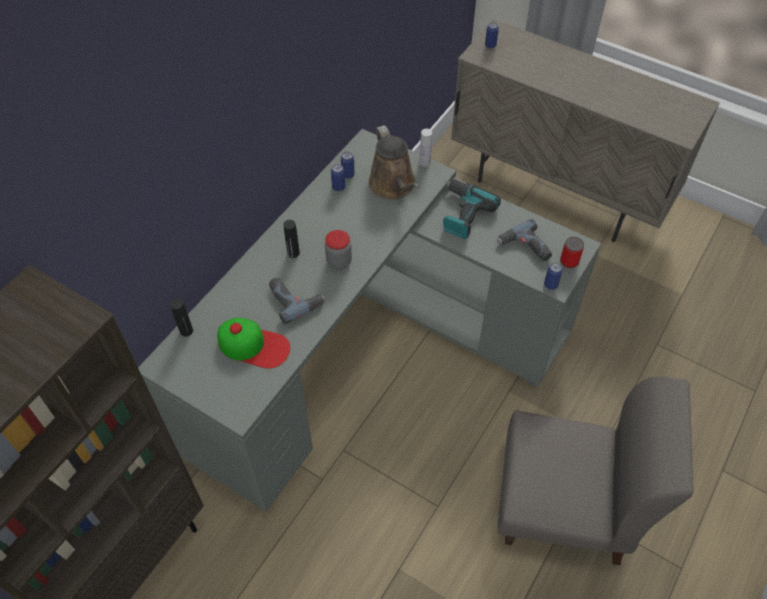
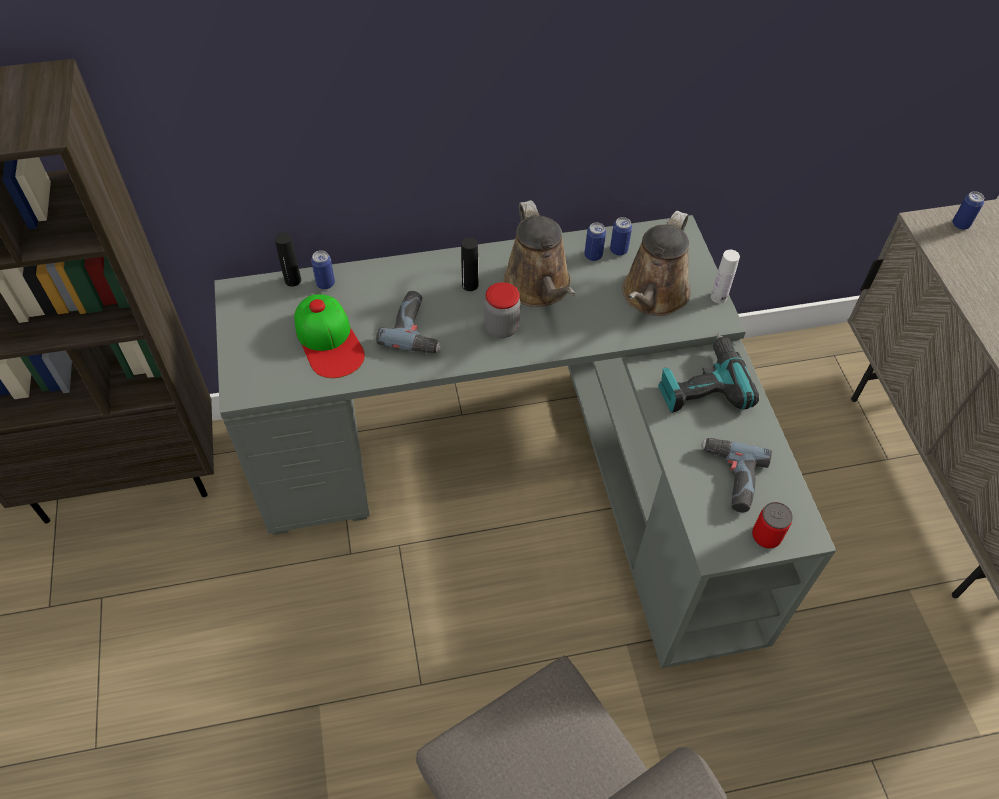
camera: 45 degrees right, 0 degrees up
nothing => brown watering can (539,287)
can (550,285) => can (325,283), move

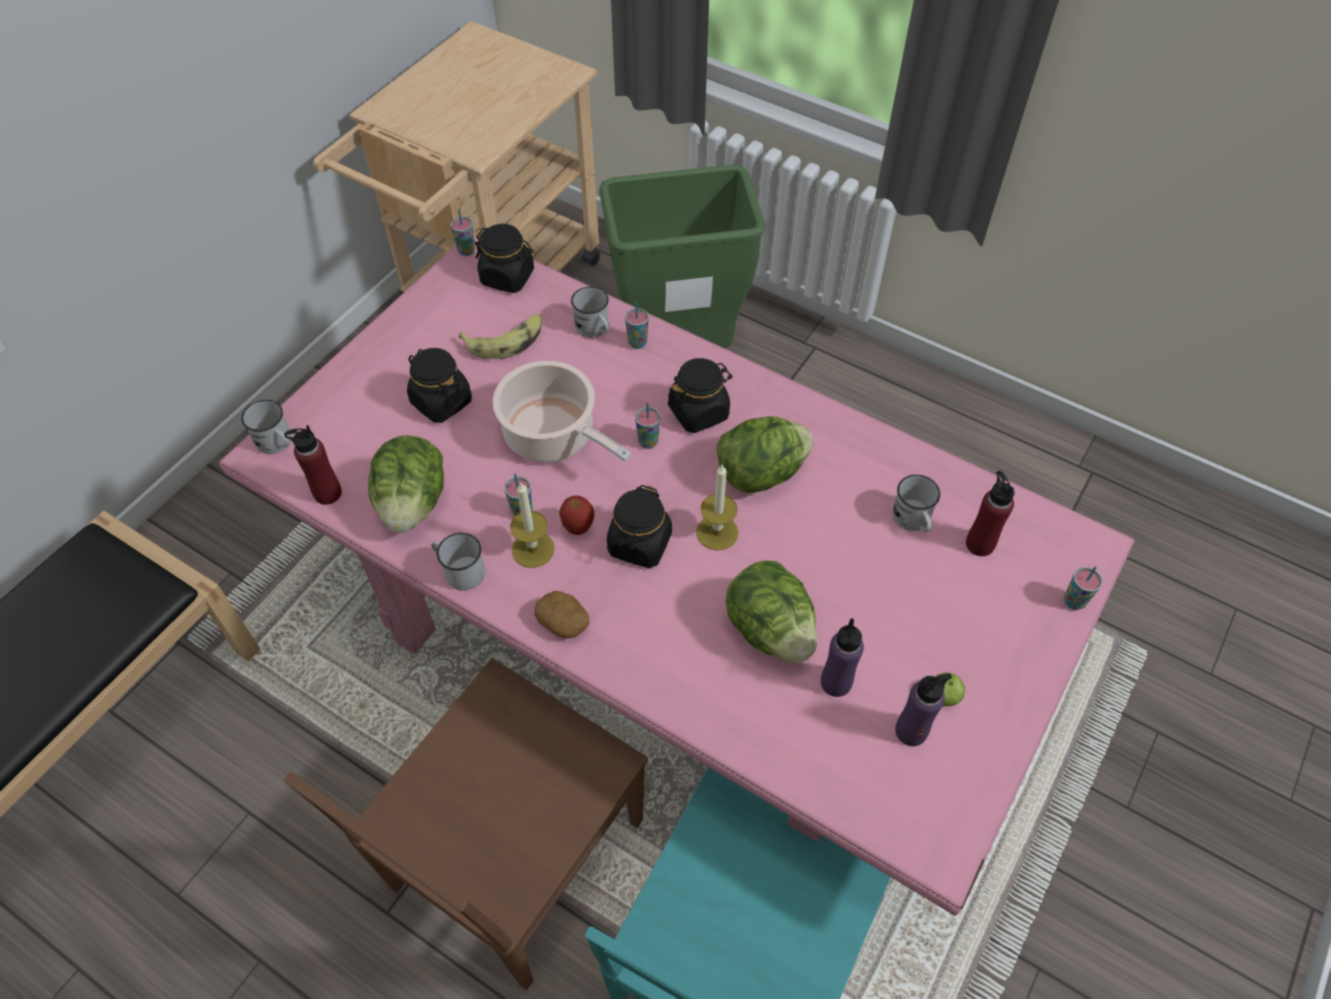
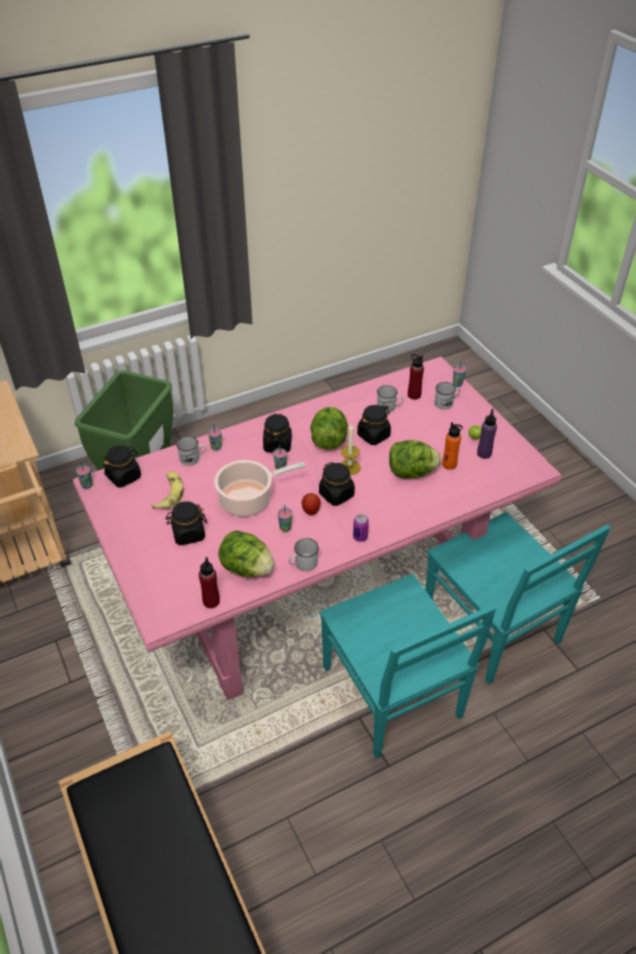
camera: 60 degrees left, 10 degrees down
candle (533,549) => nothing
nothing => black jar (373,435)
white mug (278,443) => white mug (446,403), move
potato (564,622) => can (360,537)
brown chair (513,859) => turquoise chair (393,695)
purple bottle (836,683) => orange bottle (449,464)

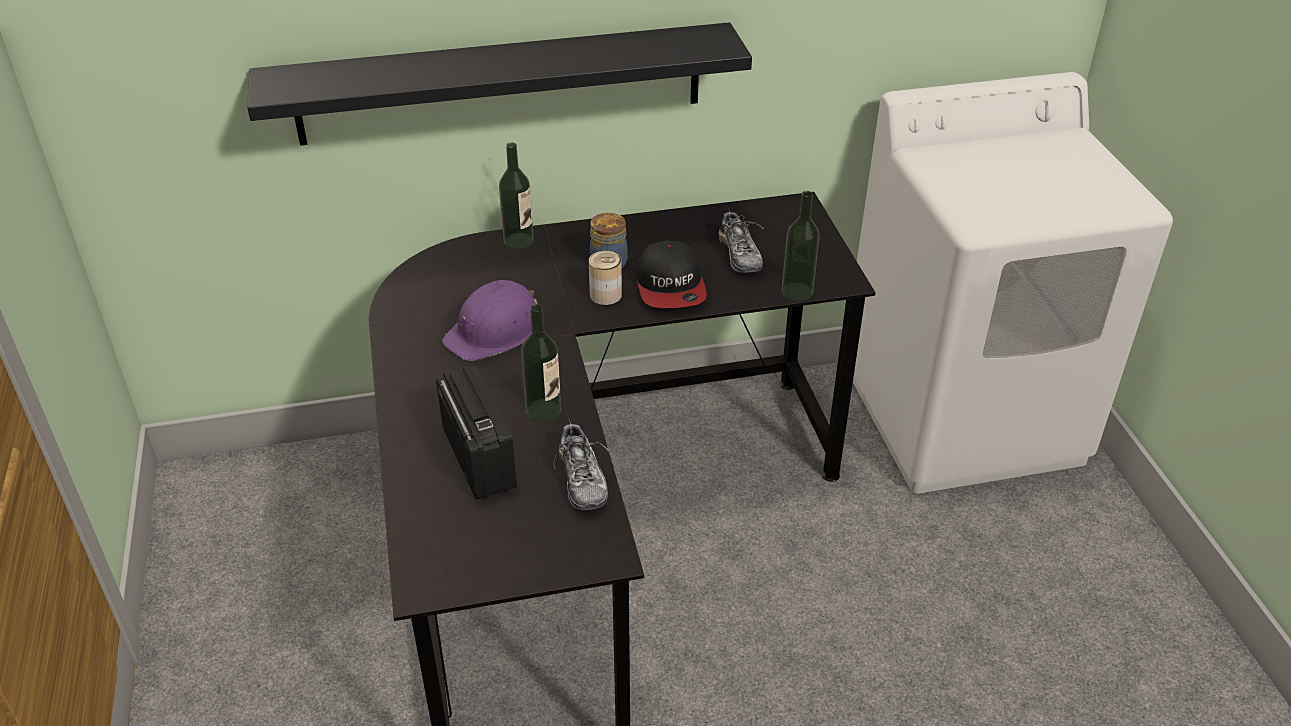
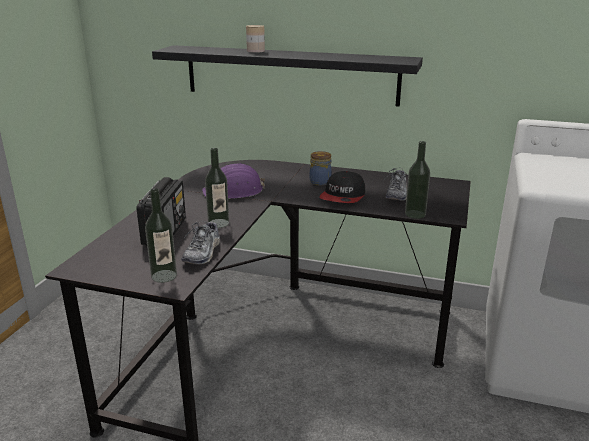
camera: 30 degrees right, 15 degrees down
bottle (518,241) => bottle (164,276), move
can (605,295) => can (255,51), move

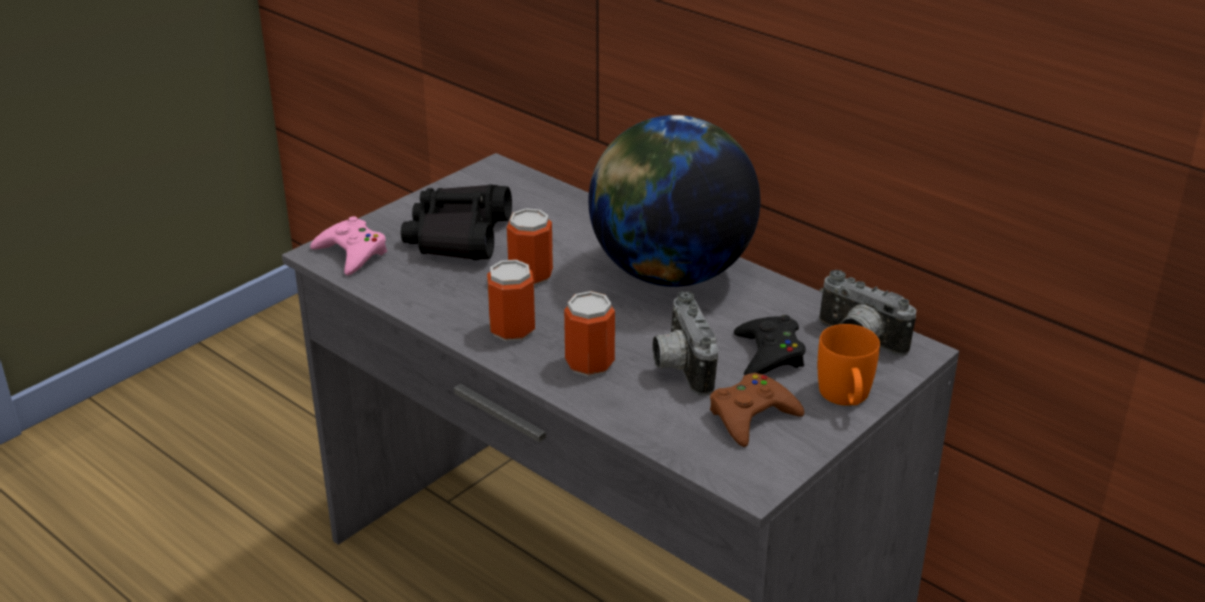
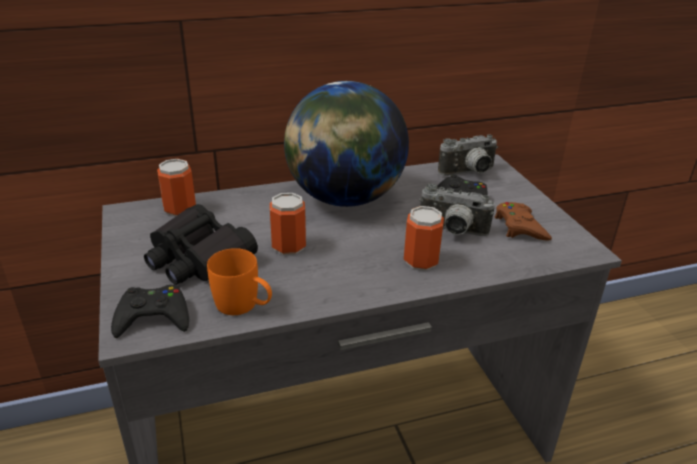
camera: 60 degrees left, 0 degrees up
can (512,330) => can (180,209), move
orange mug (846,398) => orange mug (244,306), move
pink game controller (352,253) => black game controller (153,317)

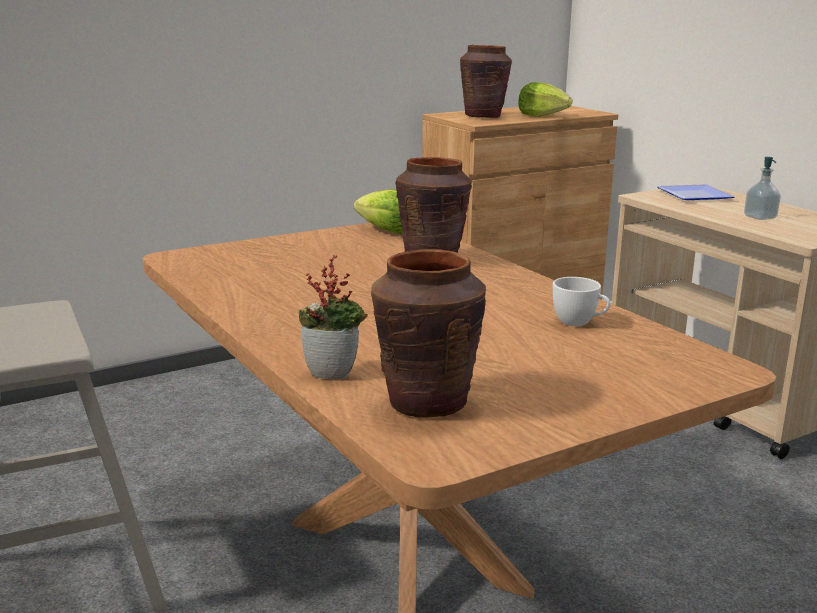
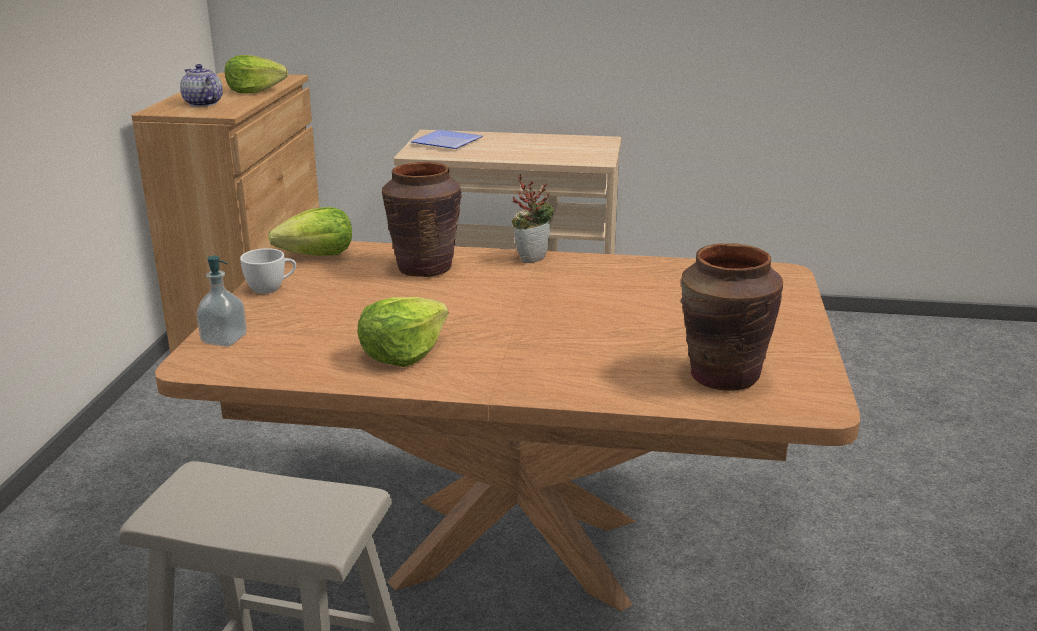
camera: 50 degrees left, 5 degrees up
nothing => lettuce (403,353)
potted plant (334,373) => potted plant (532,258), move
white cup (579,323) => white cup (271,288), move
soap dispenser (760,217) => soap dispenser (224,339), move
brown vase (483,116) => teapot (203,104)

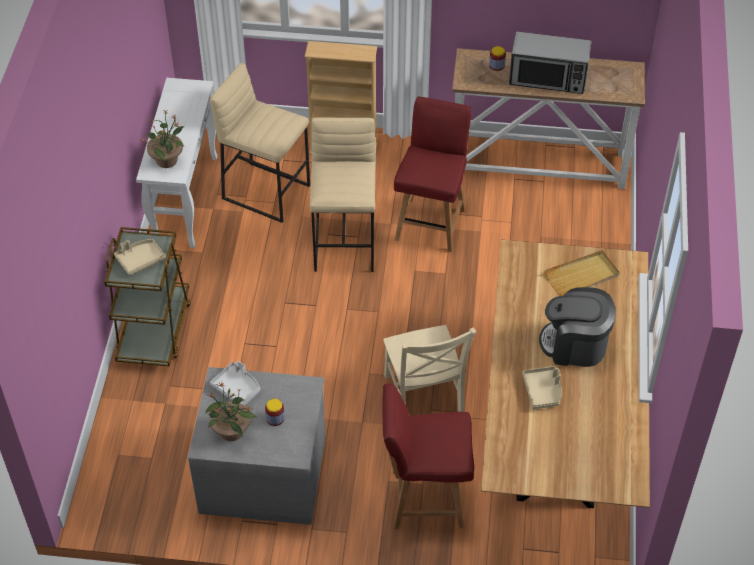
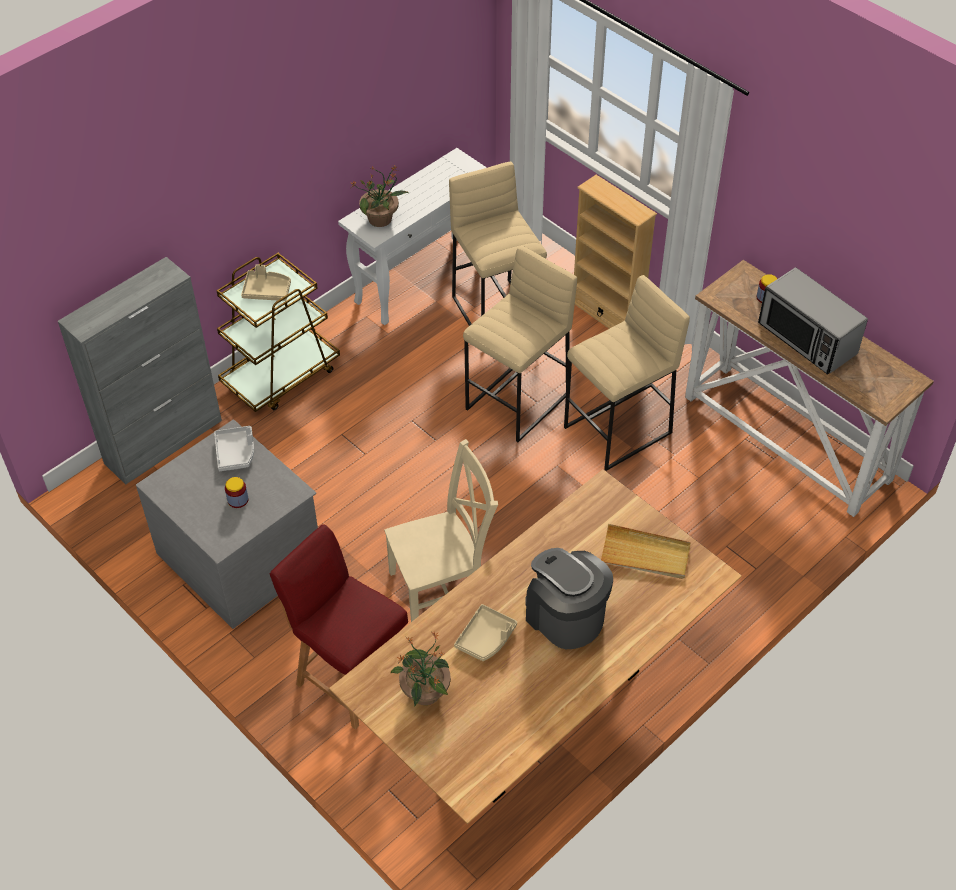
camera: 40 degrees right, 0 degrees up
nothing => grey cabinet (164,441)
potted plant (232,432) => potted plant (425,693), move
red chair (431,223) => beige stool (618,431)
beige chair (424,398) => beige chair (443,587), 135 degrees counterclockwise

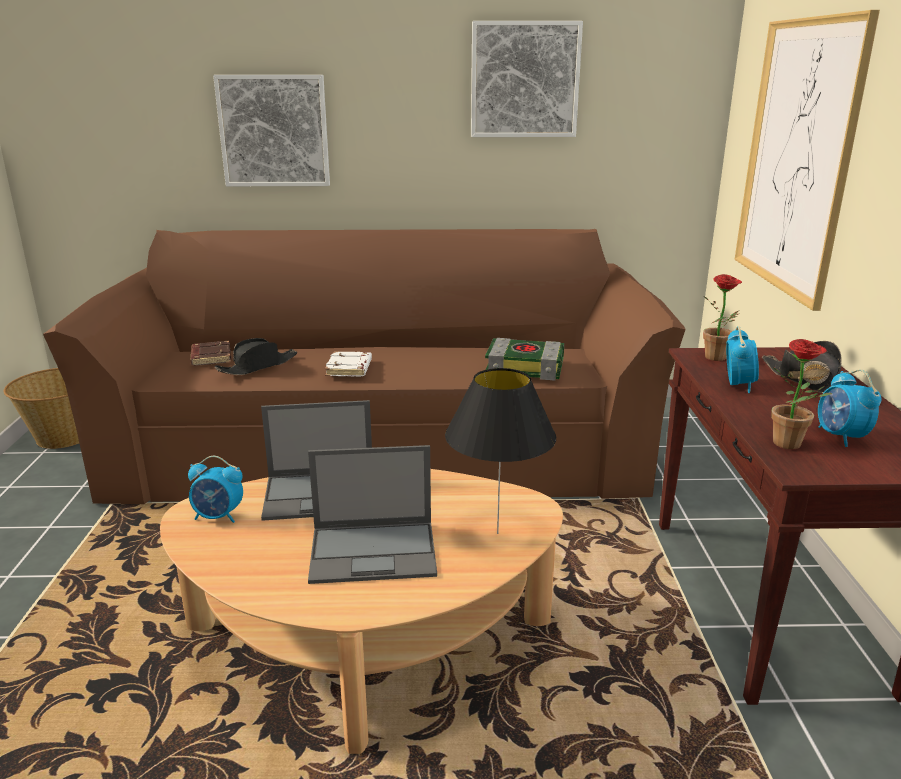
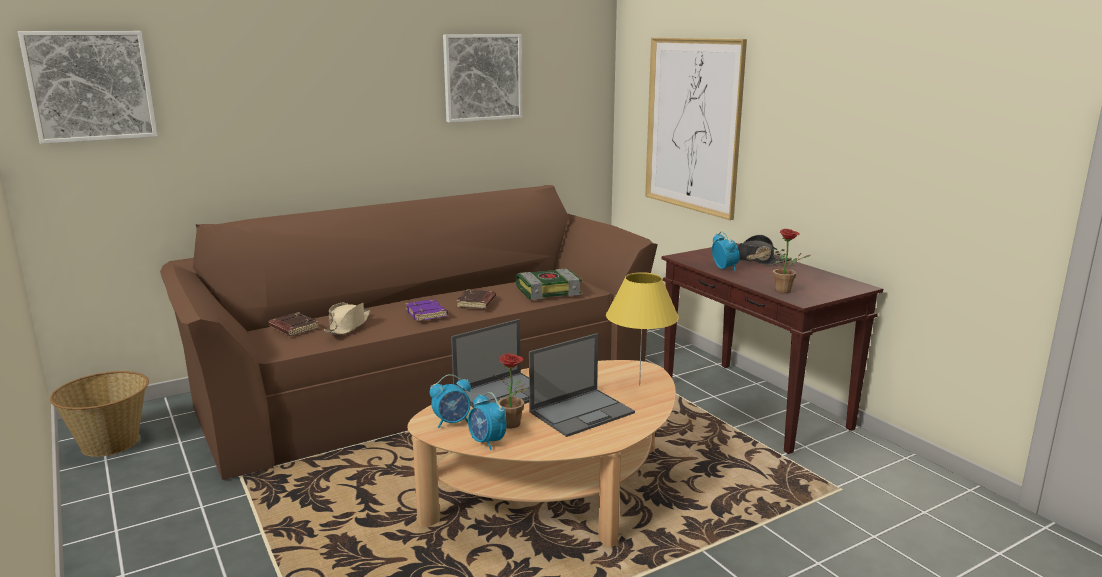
camera: 30 degrees left, 5 degrees down
nothing => brown book (477,303)
picture (274,131) => picture (90,86), move
potted plant (718,359) => potted plant (514,425), move
alarm clock (840,437) => alarm clock (487,442), move
black hat (258,366) => beige hat (348,326)
white book (349,369) => purple book (427,313)
black table lamp (497,533) => yellow table lamp (639,385)

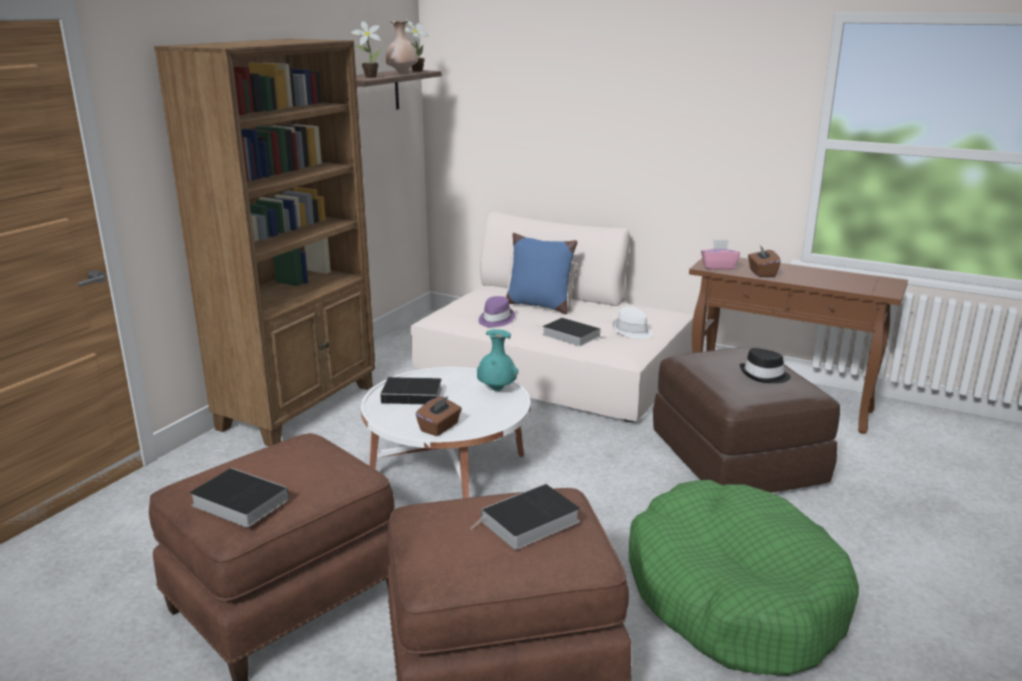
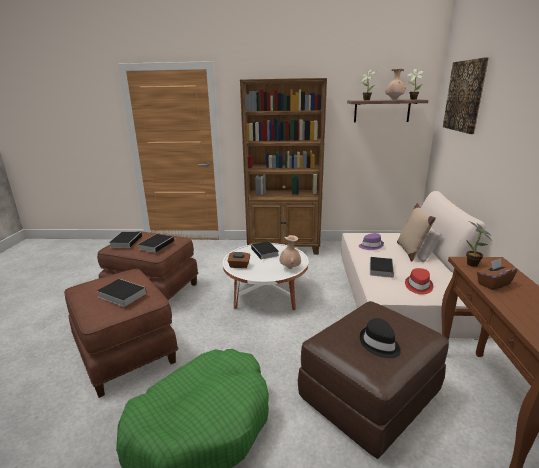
camera: 65 degrees right, 0 degrees up
nothing => book (157,244)
nothing => picture (465,96)
pink tissue box (718,267) => potted plant (473,265)
turquoise vase (497,390) => beige vase (290,268)
blue pillow (538,305) => beige pillow (410,251)
white hat (632,331) => red hat (418,286)

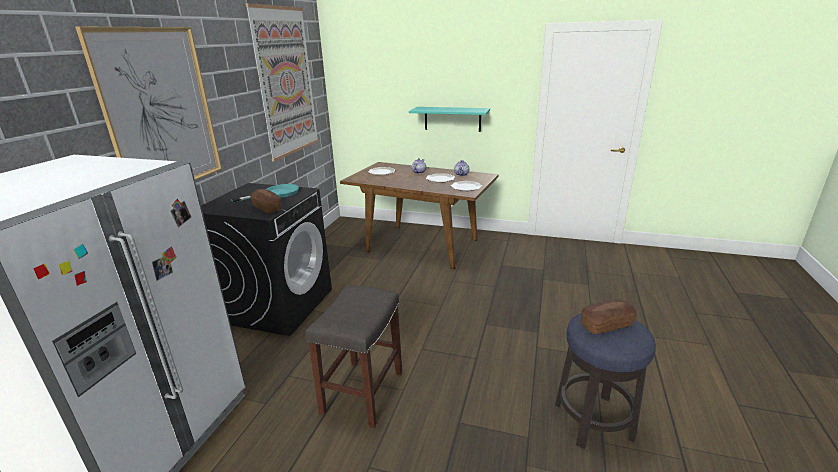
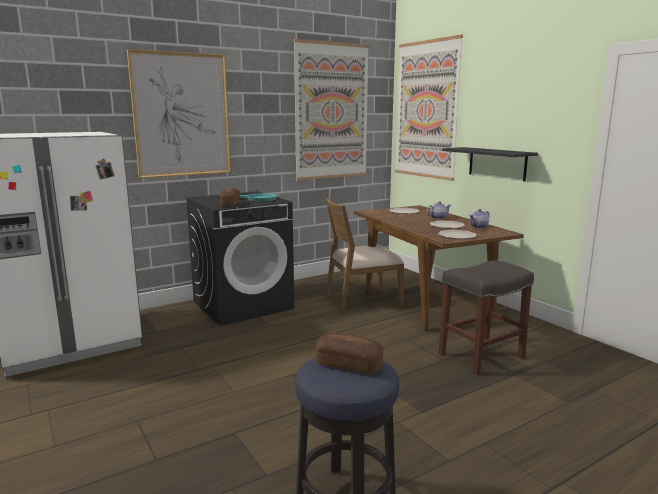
camera: 40 degrees right, 10 degrees down
nothing => brown chair (362,301)
nothing => picture (426,110)
grey stool (362,391) => grey stool (481,355), move
turquoise shelf (452,119) => black shelf (497,163)

